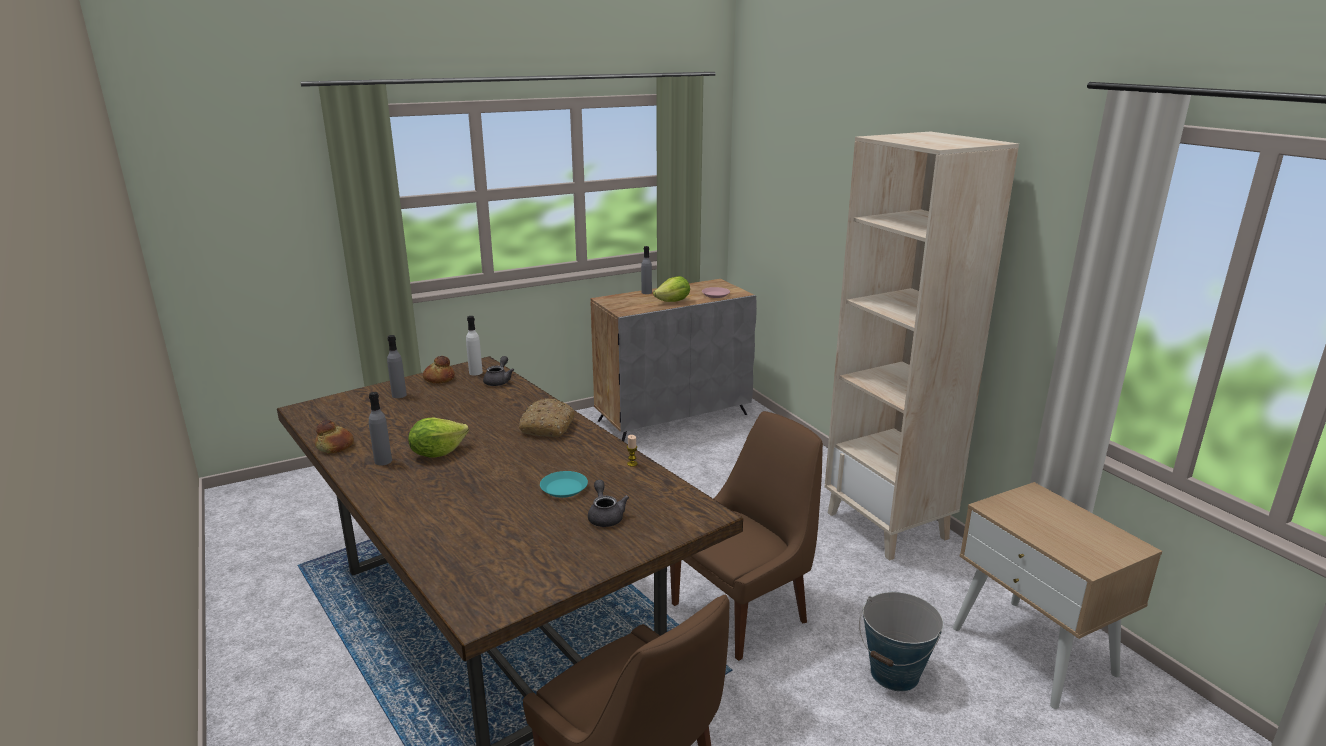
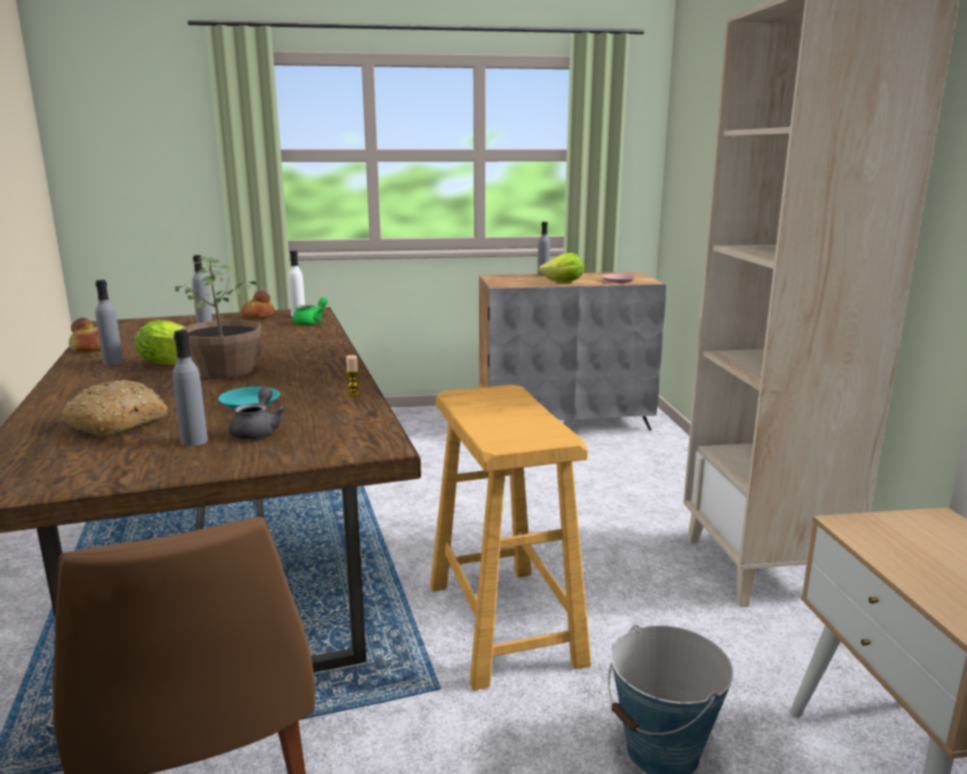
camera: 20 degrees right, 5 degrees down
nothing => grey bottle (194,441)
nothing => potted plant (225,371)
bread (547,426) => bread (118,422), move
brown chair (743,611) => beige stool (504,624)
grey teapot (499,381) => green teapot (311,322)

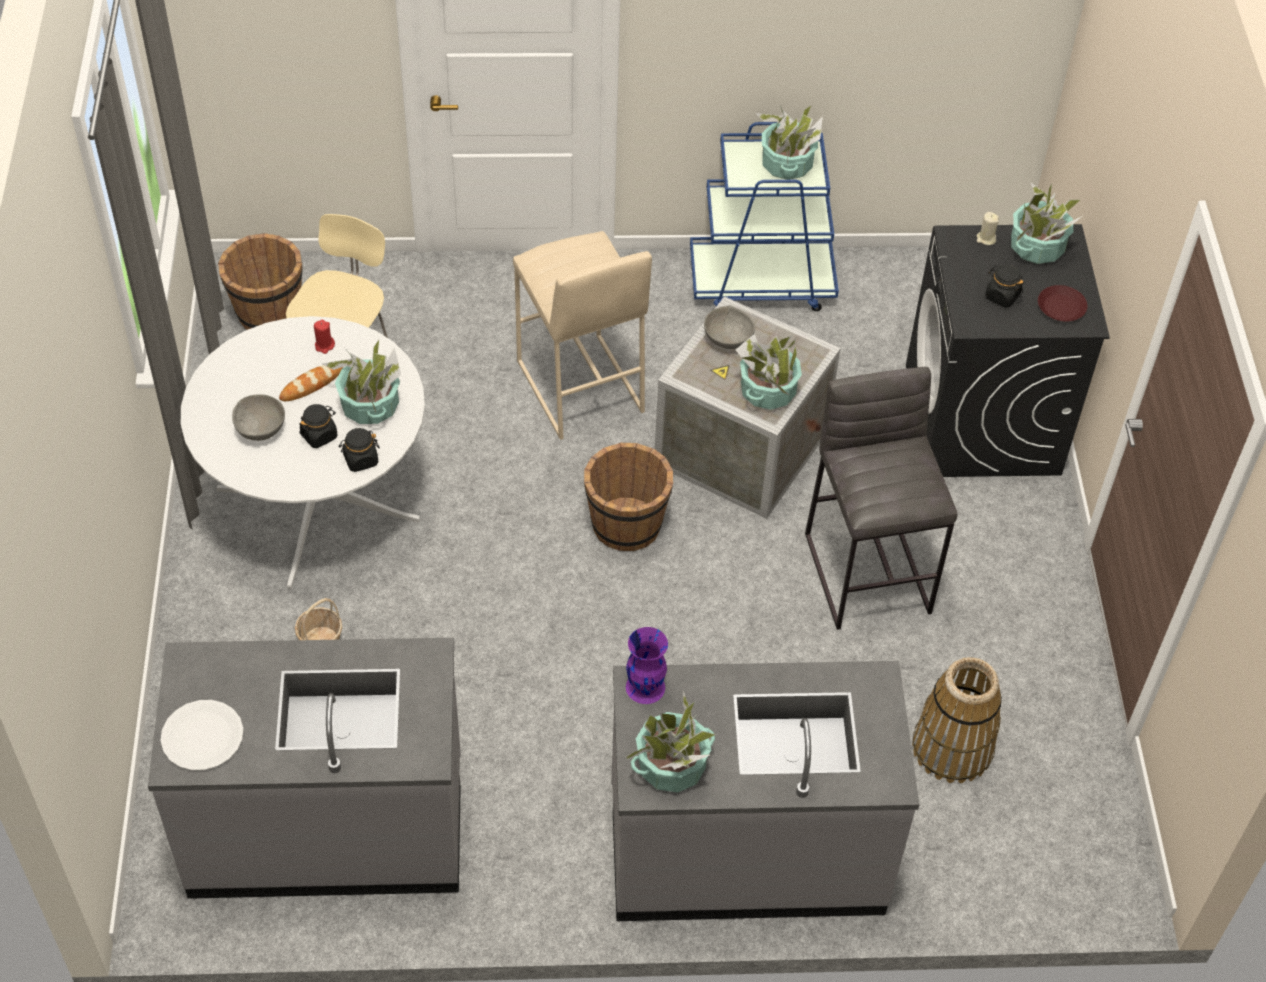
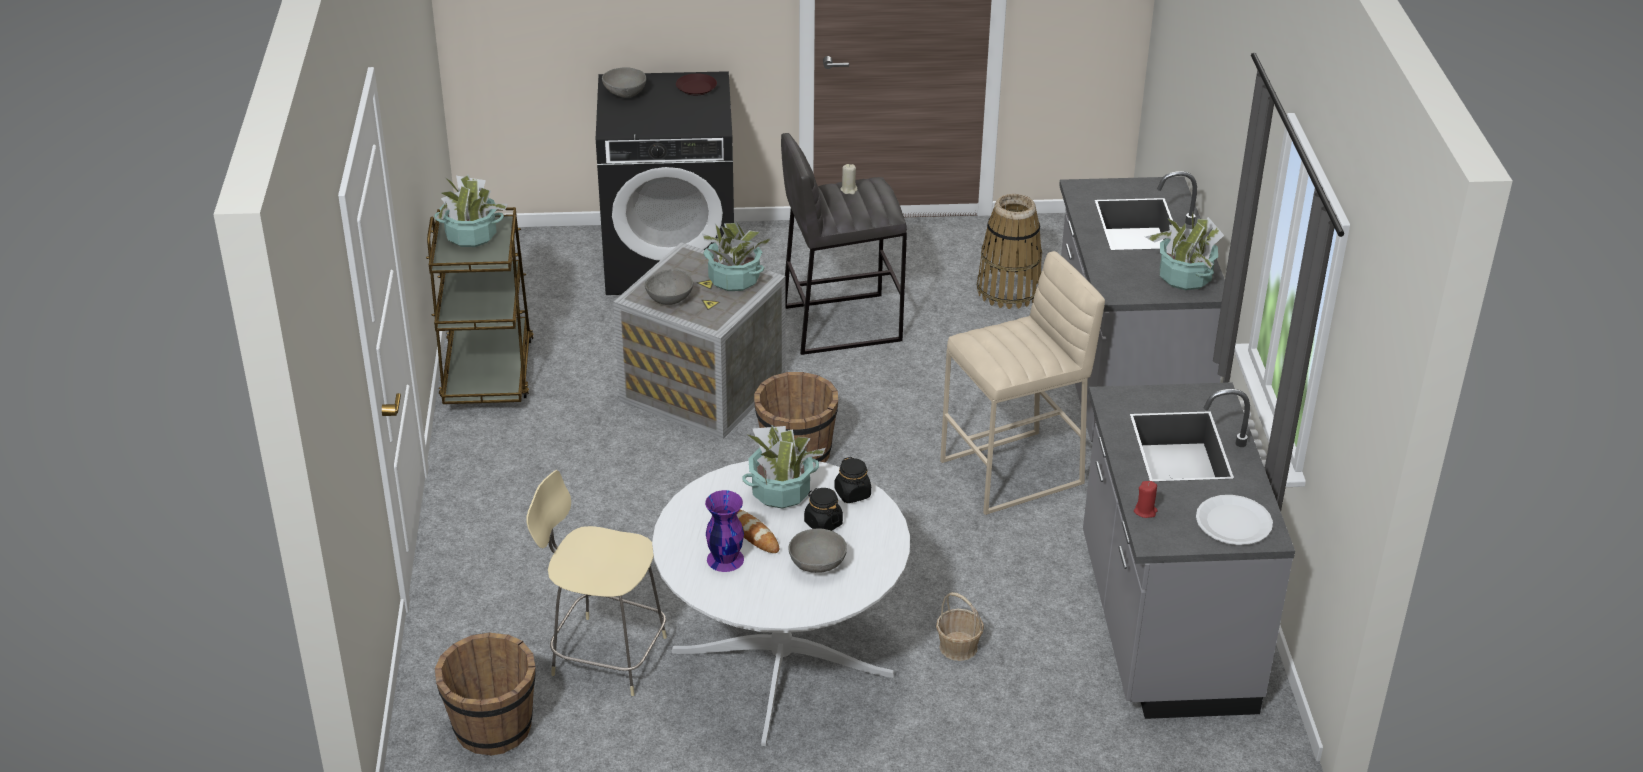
camera: 90 degrees left, 15 degrees down
black jar (1002,296) => nothing
red candle (324,346) => red candle (1145,511), move
beige stool (579,387) => beige stool (1013,472), move
purple vase (646,686) => purple vase (724,559), move
beige candle (986,239) => beige candle (849,190), move
potted plant (1037,247) => grey bowl (625,94)
blue cart (762,282) => brown cart (488,372)

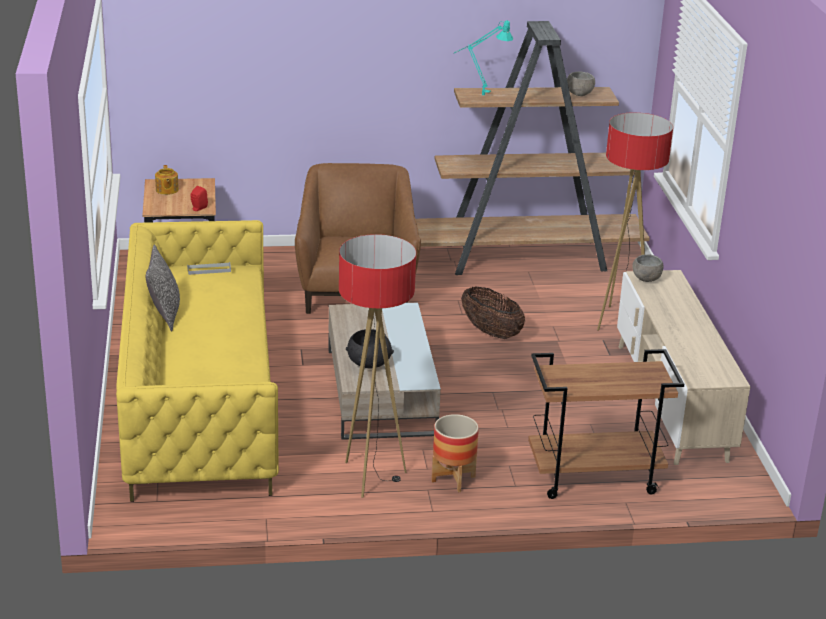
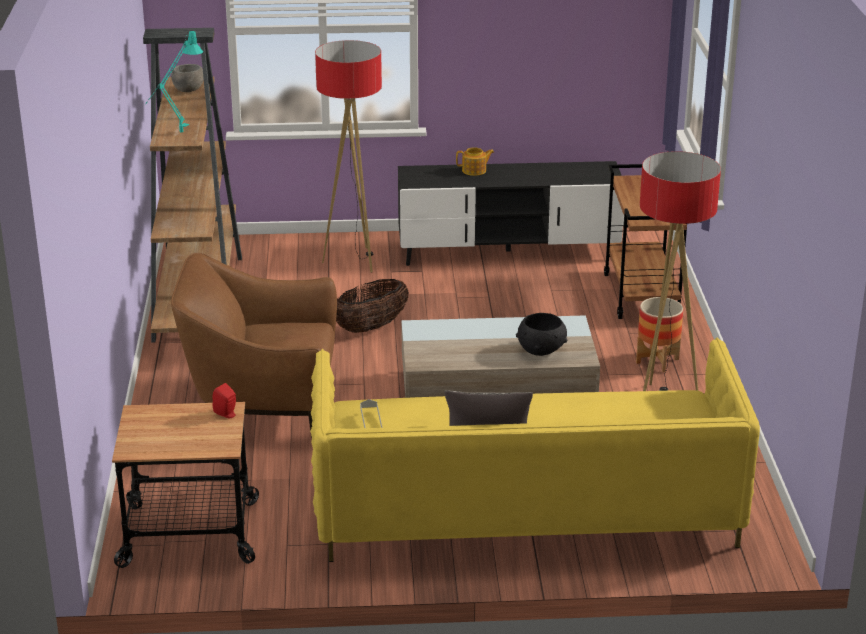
camera: 85 degrees left, 0 degrees up
grey bowl (647,279) => nothing
teapot (166,190) => teapot (474,171), move
beige tv stand (671,401) => black tv stand (508,251)

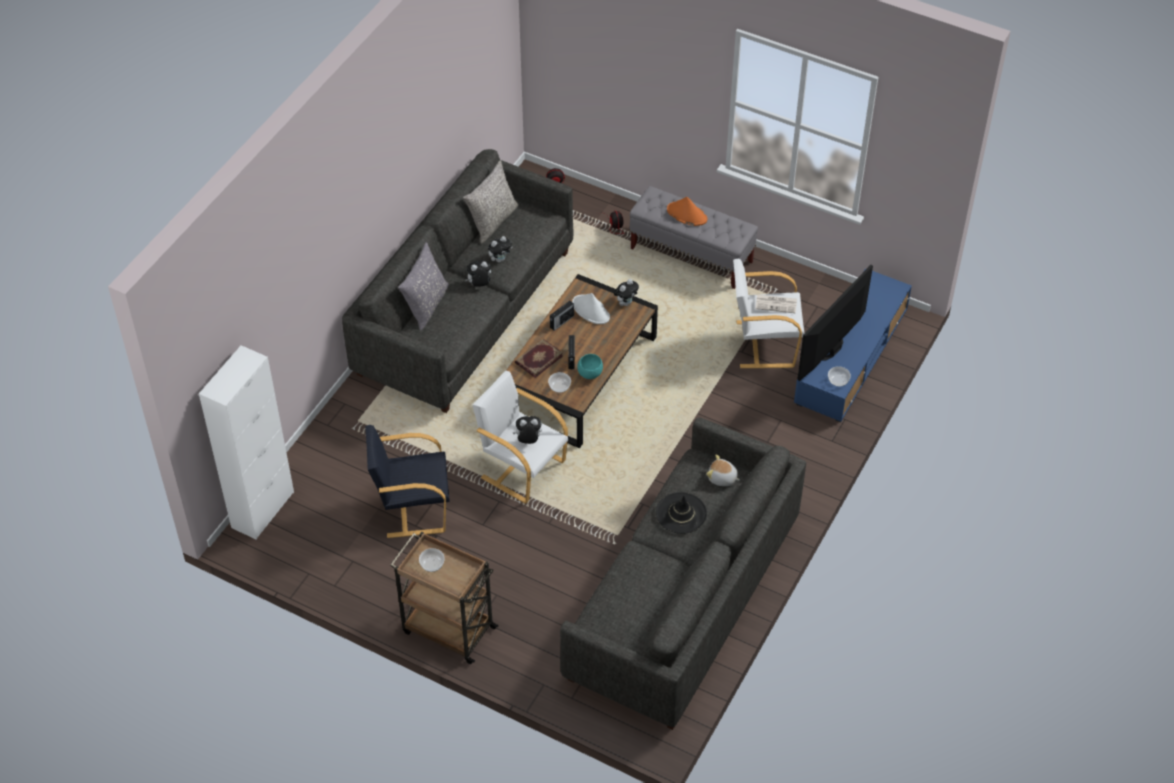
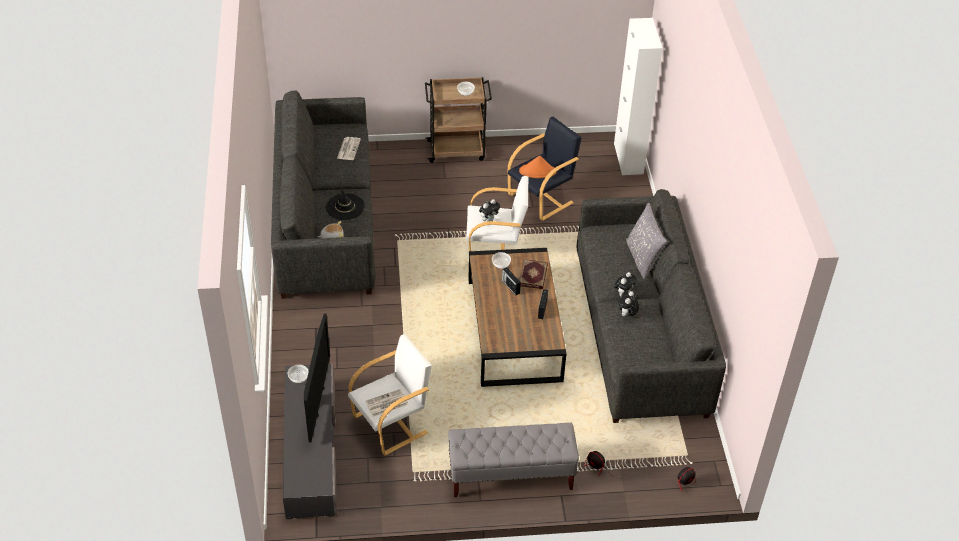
camera: 145 degrees right, 5 degrees down
grey pillow (492,221) => nothing
white hat (591,310) => nothing
turquoise bowl (589,374) => nothing
plush toy (626,302) => nothing
nothing => newspaper (348,148)
orange hat (686,214) => orange hat (538,171), move
blue tv stand (851,356) => grey tv stand (311,449)

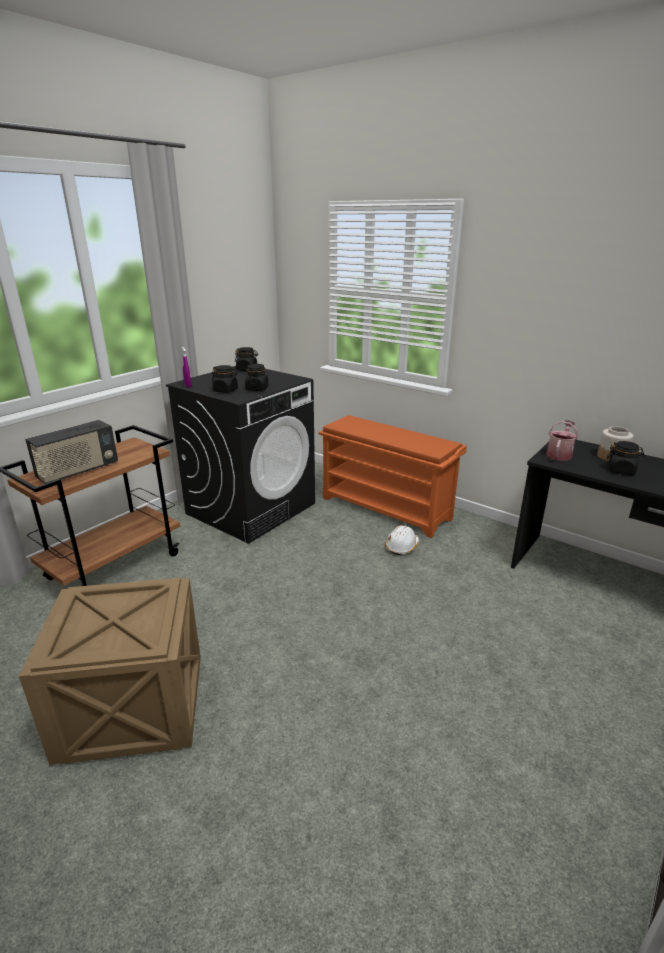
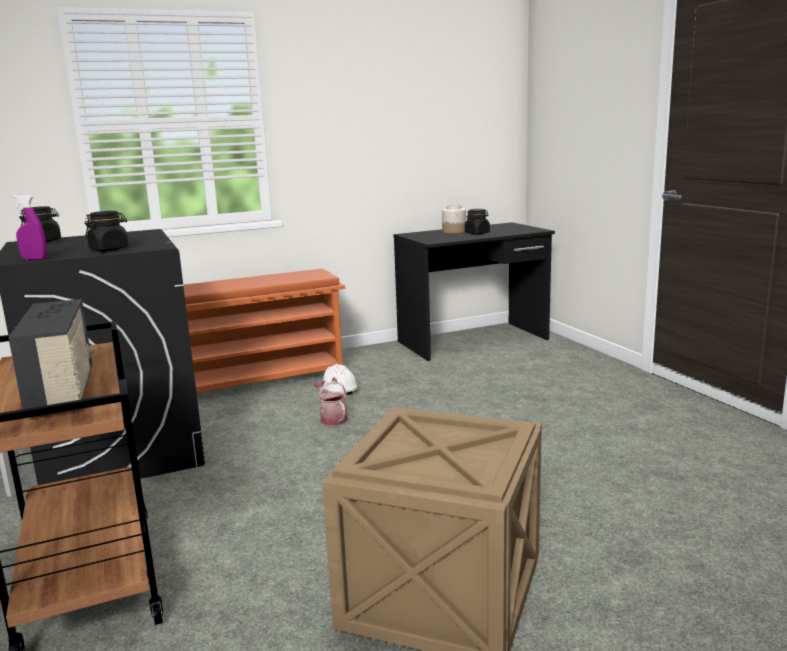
camera: 60 degrees left, 10 degrees down
black jar (257,389) => nothing
watering can (559,454) => watering can (332,418), move

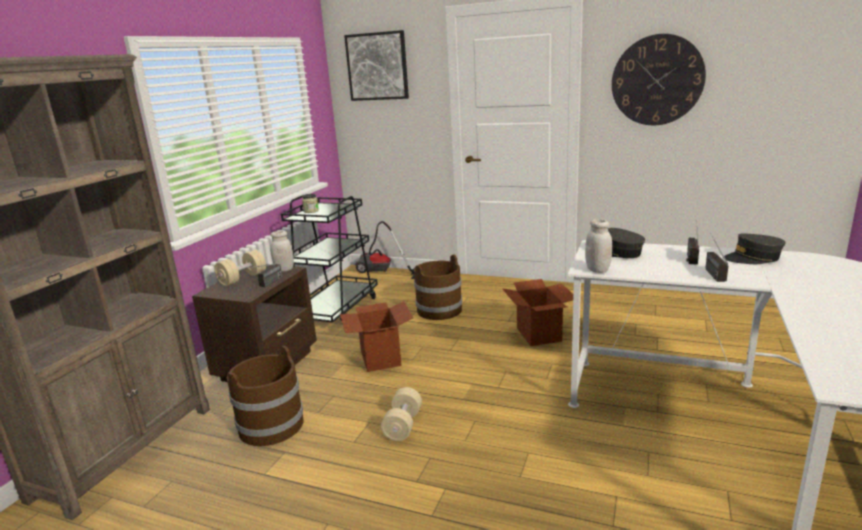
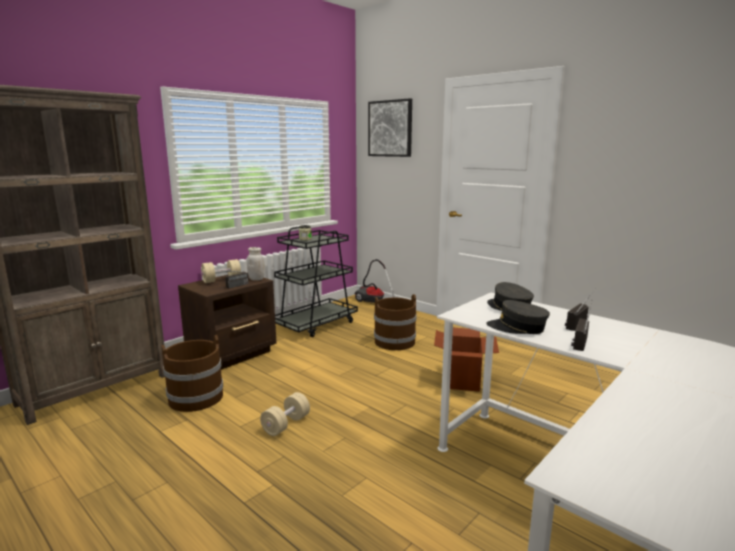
camera: 20 degrees right, 5 degrees down
cardboard box (380,358) => nothing
white jar (597,269) => nothing
wall clock (657,80) => nothing
grey cap (753,258) => grey cap (517,327), move

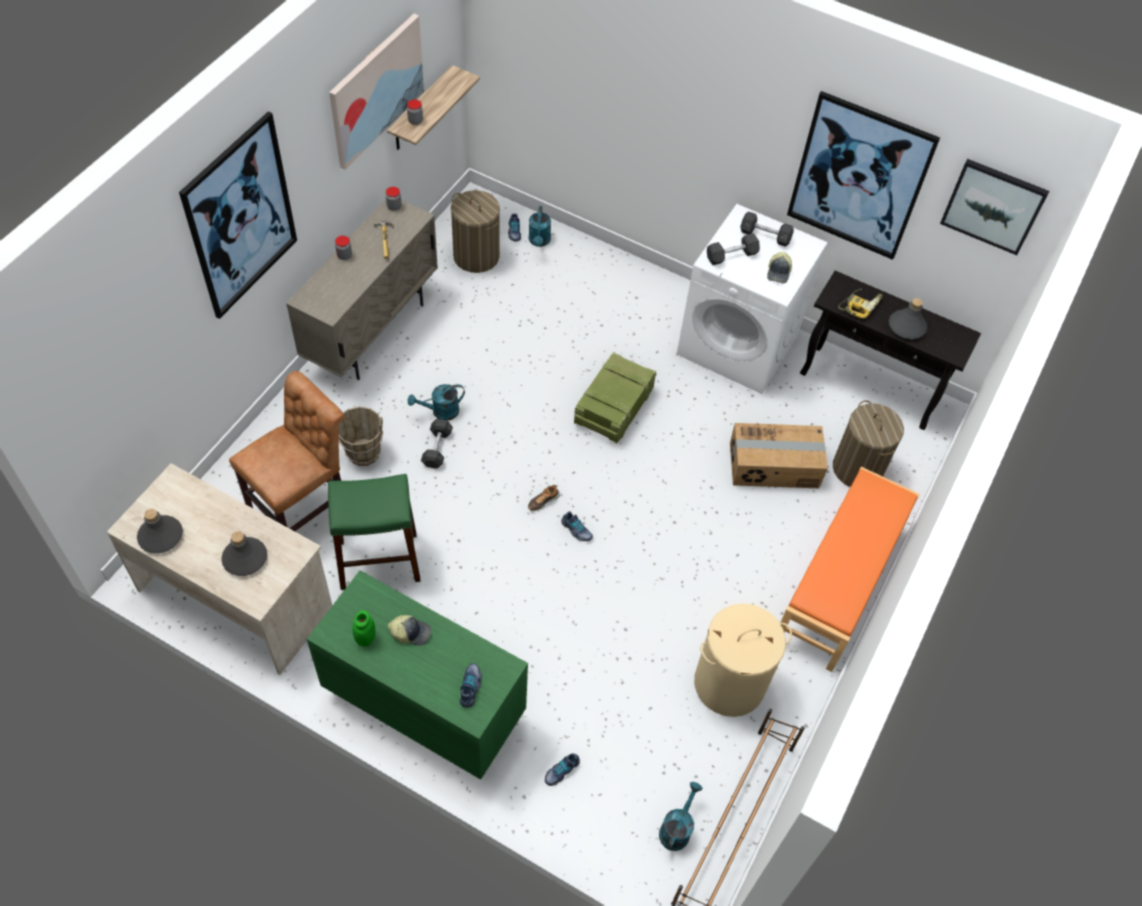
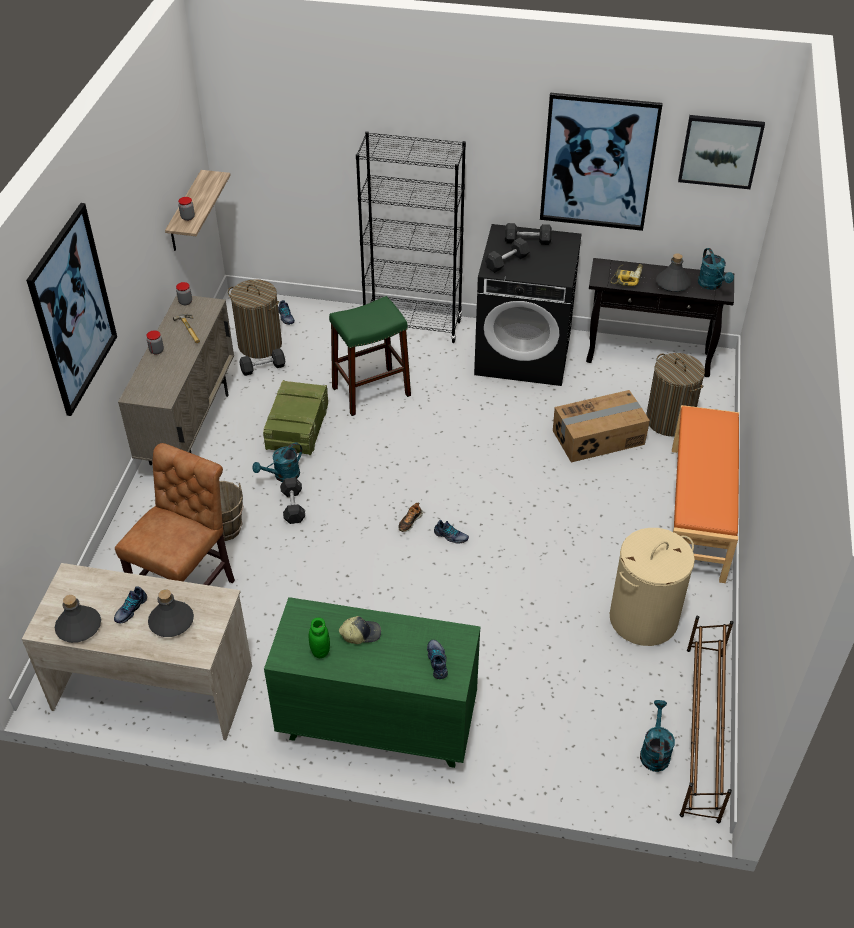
camera: 15 degrees left, 10 degrees down
picture (376,90) => nothing
cap (779,272) => nothing
nothing => grey dumbbell (263,368)
nothing => black bookcase (413,326)
green stool (379,560) => green stool (371,391), move
turquoise watering can (539,241) => turquoise watering can (712,285), move
shoe (561,770) => shoe (130,609), move
crate (614,406) => crate (297,428), move
white washing machine (738,344) => black washing machine (524,354)

